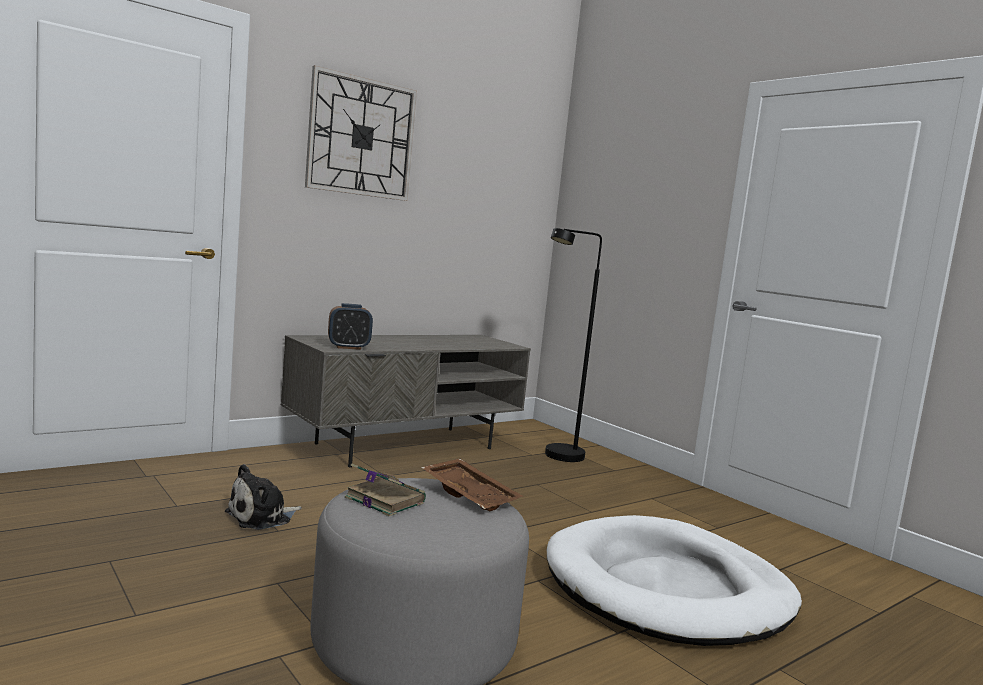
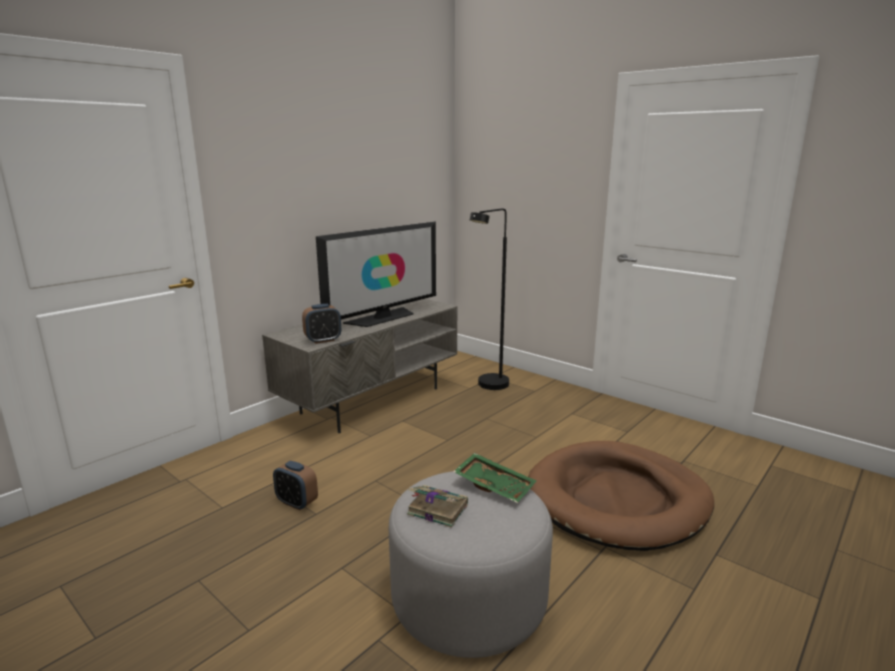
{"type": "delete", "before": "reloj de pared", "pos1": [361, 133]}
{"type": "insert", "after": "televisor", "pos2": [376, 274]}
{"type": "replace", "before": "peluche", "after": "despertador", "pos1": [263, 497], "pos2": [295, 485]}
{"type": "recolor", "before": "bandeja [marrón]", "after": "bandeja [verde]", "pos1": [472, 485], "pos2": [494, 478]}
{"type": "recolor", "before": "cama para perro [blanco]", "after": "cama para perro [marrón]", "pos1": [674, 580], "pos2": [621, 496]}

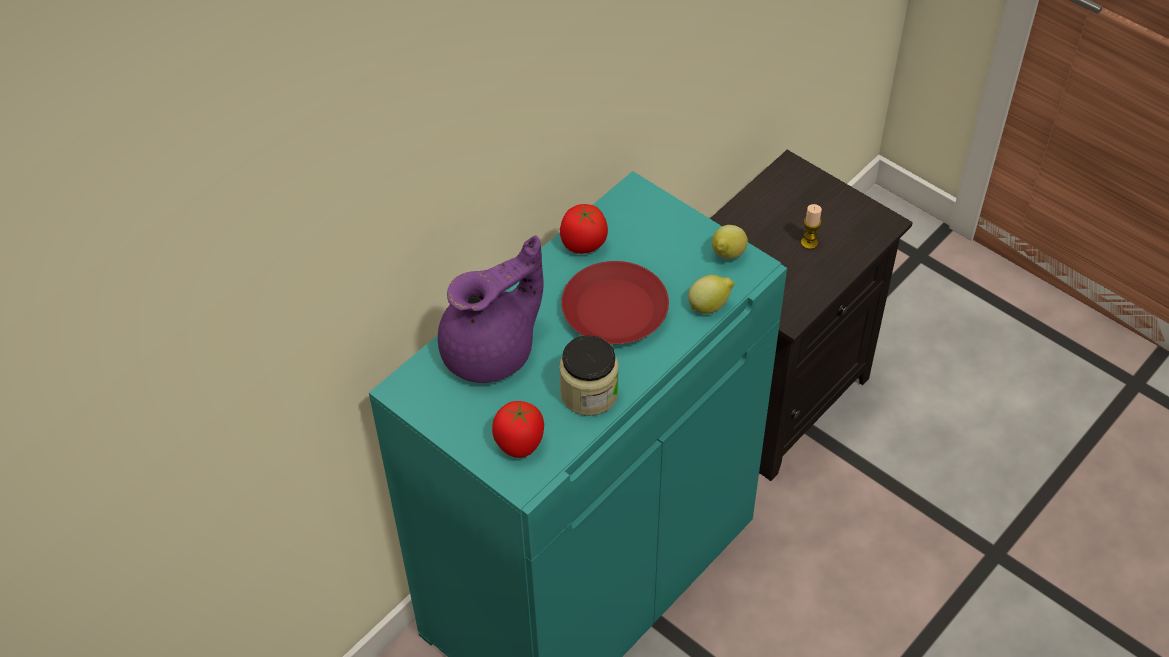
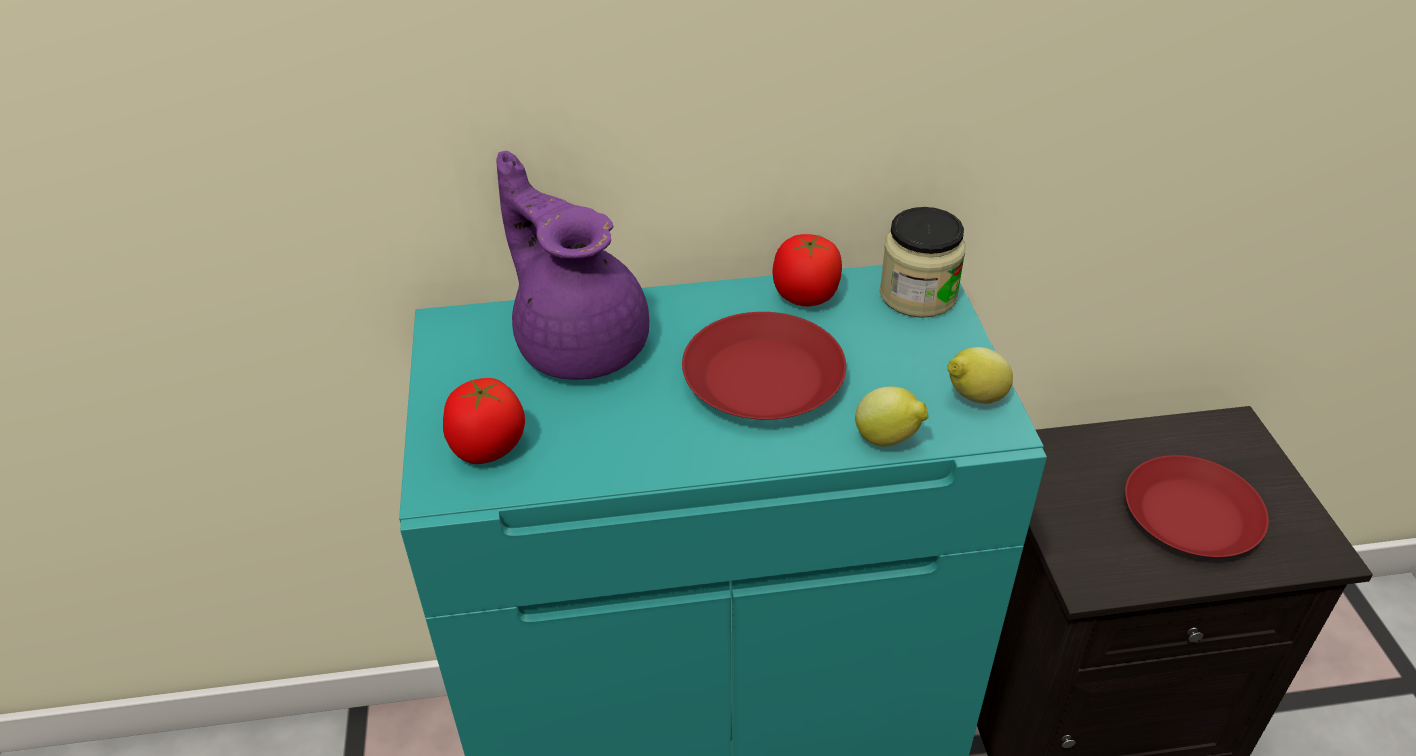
{"type": "move", "before": "tarro", "pos1": [589, 375], "pos2": [922, 262]}
{"type": "replace", "before": "vela", "after": "plato [rojo]", "pos1": [811, 226], "pos2": [1197, 506]}
{"type": "rotate", "before": "tetera [morado]", "pos1": [491, 309], "pos2": [572, 265], "turn": -135}

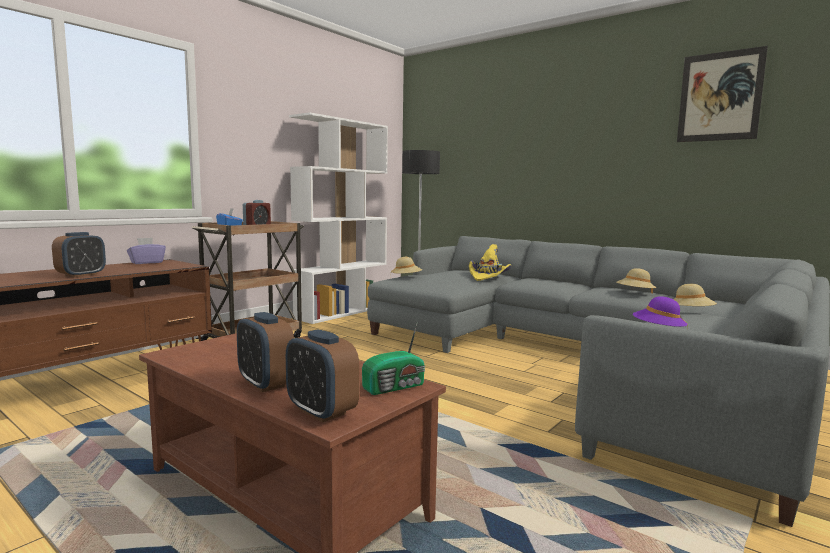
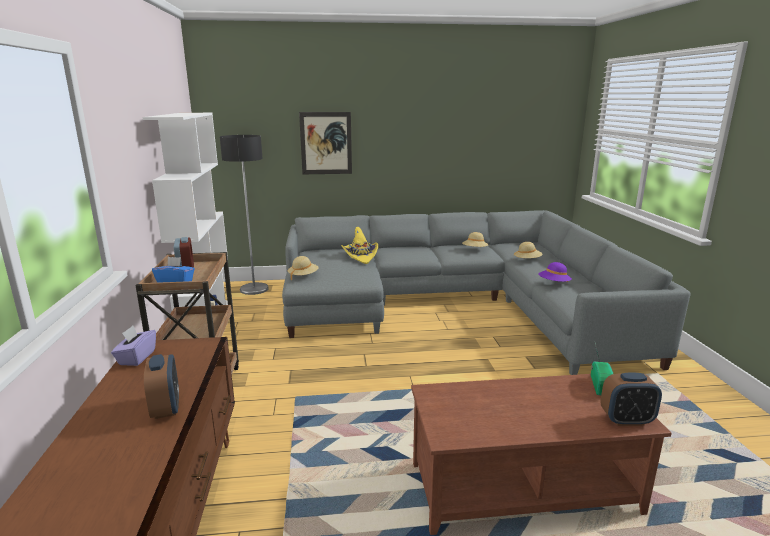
{"type": "delete", "before": "despertador", "pos1": [265, 352]}
{"type": "move", "before": "cuadro", "pos1": [722, 94], "pos2": [325, 143]}

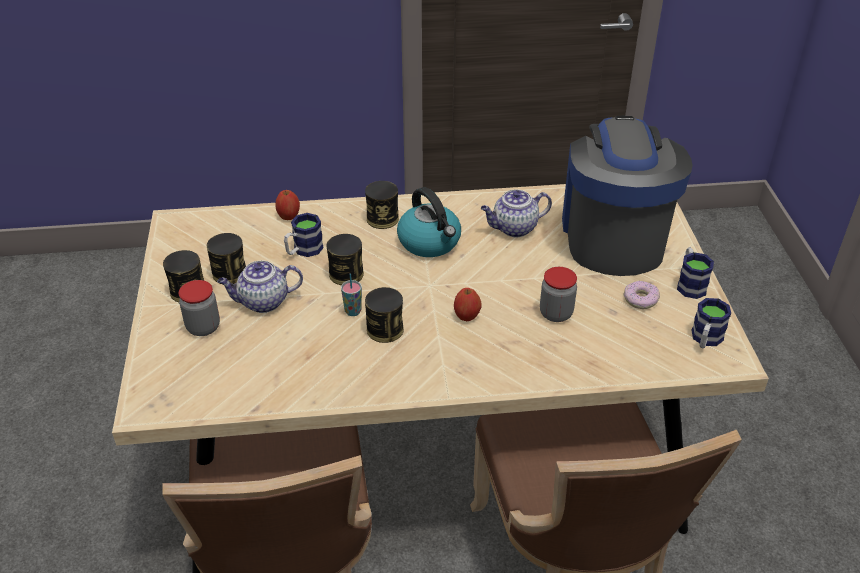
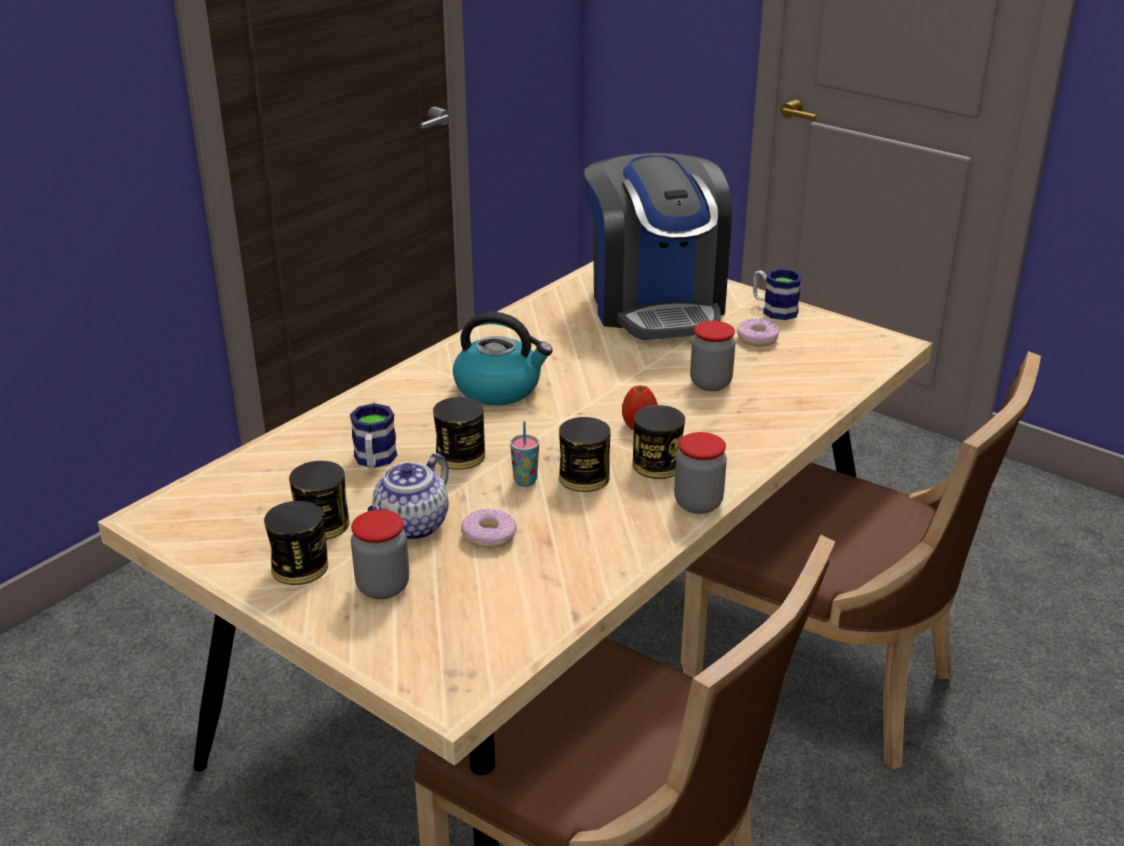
{"type": "delete", "before": "manzana", "pos1": [287, 205]}
{"type": "delete", "before": "tetera", "pos1": [516, 213]}
{"type": "delete", "before": "taza grande", "pos1": [711, 323]}
{"type": "insert", "after": "rosquilla", "pos2": [489, 528]}
{"type": "insert", "after": "tarro", "pos2": [700, 473]}
{"type": "move", "before": "lata", "pos1": [382, 205], "pos2": [659, 442]}
{"type": "rotate", "before": "cafetera", "pos1": [627, 195], "pos2": [658, 246], "turn": -150}

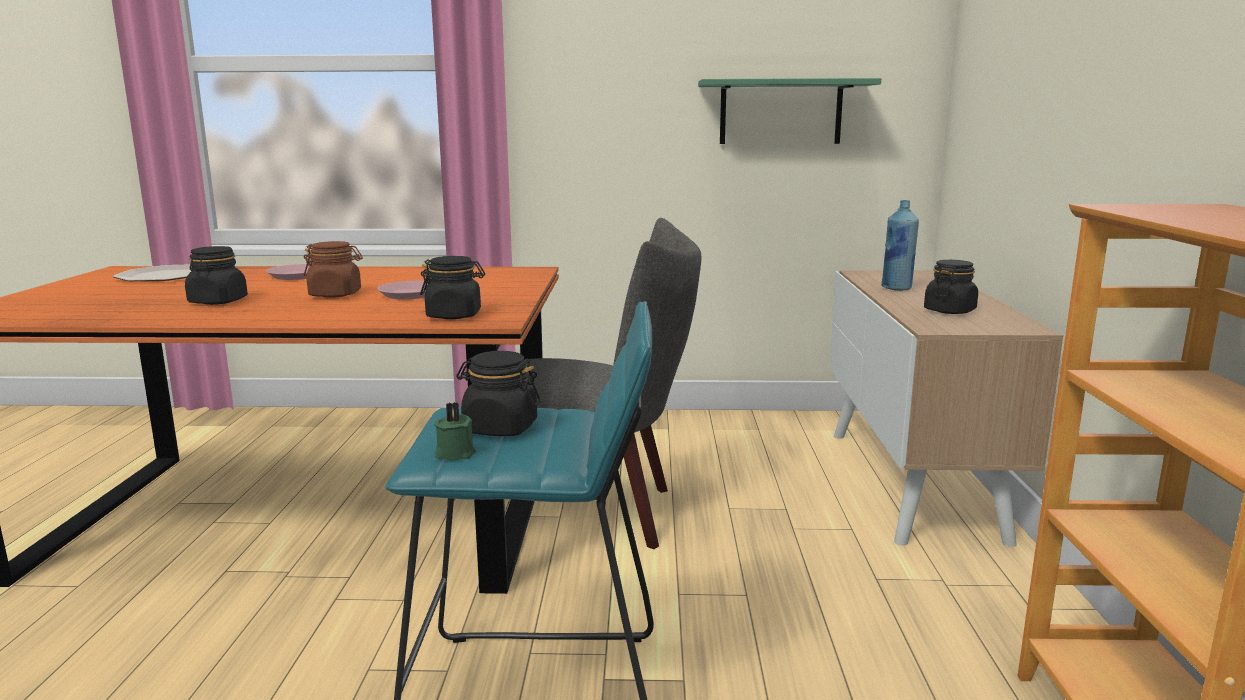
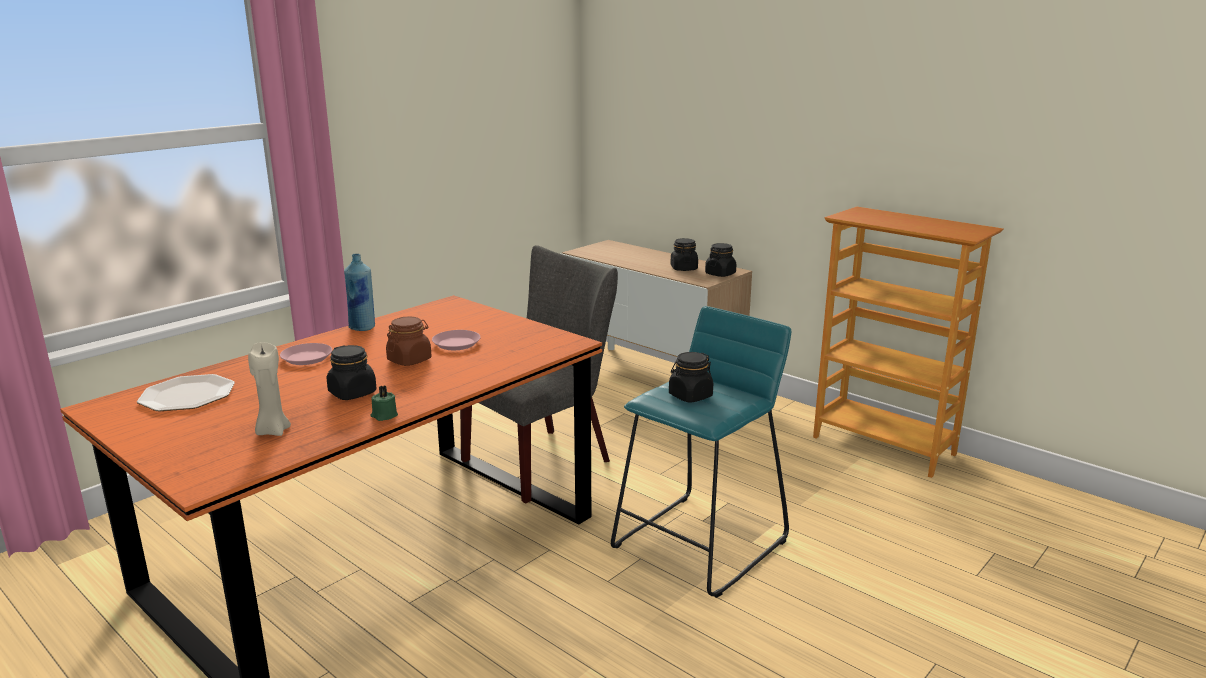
{"type": "delete", "before": "estante [verde]", "pos1": [789, 111]}
{"type": "insert", "after": "vela [beis]", "pos2": [269, 389]}
{"type": "move", "before": "tarro [negro]", "pos1": [452, 287], "pos2": [720, 260]}
{"type": "move", "before": "vela [verde]", "pos1": [455, 431], "pos2": [384, 403]}
{"type": "move", "before": "botella [azul]", "pos1": [900, 245], "pos2": [359, 292]}

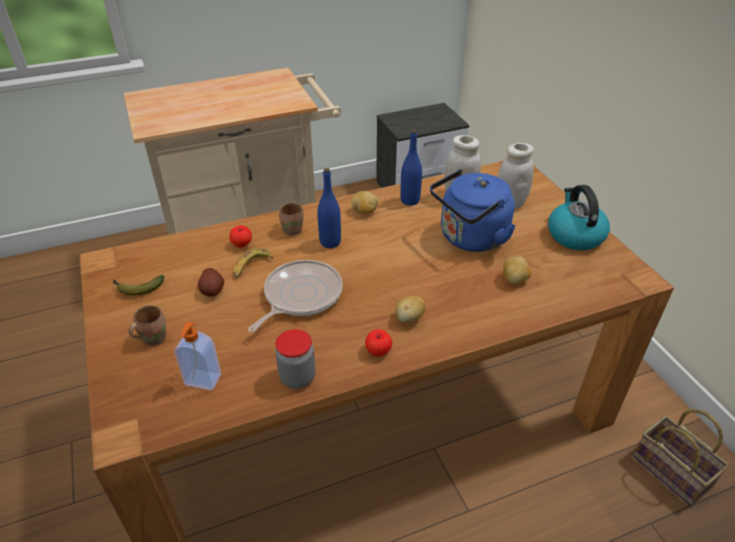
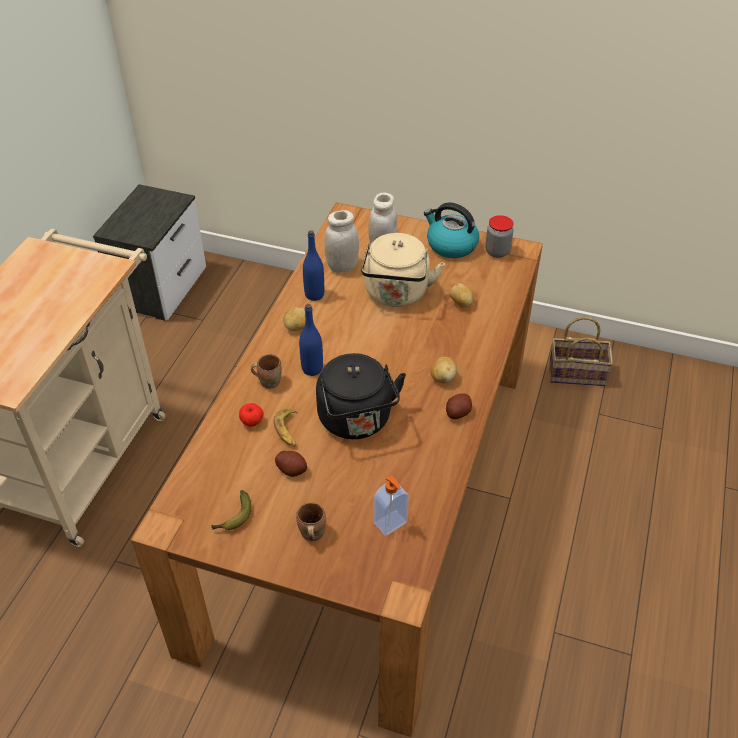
{"type": "move", "before": "tarro", "pos1": [295, 359], "pos2": [499, 236]}
{"type": "replace", "before": "sartén", "after": "hervidor [negro]", "pos1": [295, 296], "pos2": [361, 396]}
{"type": "replace", "before": "manzana", "after": "patata", "pos1": [378, 343], "pos2": [459, 406]}
{"type": "recolor", "before": "hervidor [azul]", "after": "hervidor [beis]", "pos1": [473, 210], "pos2": [403, 270]}

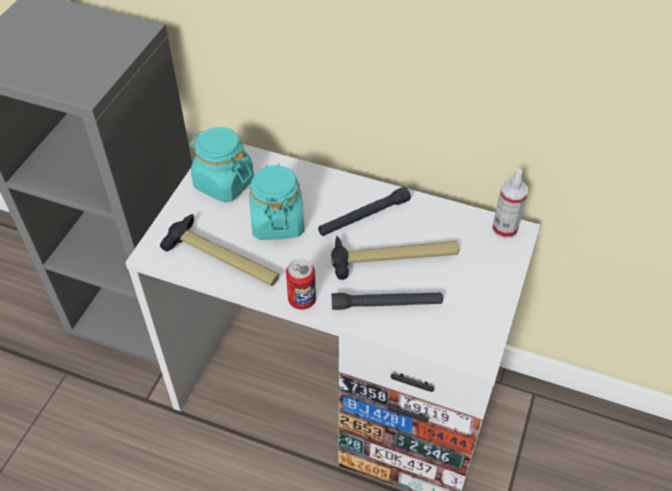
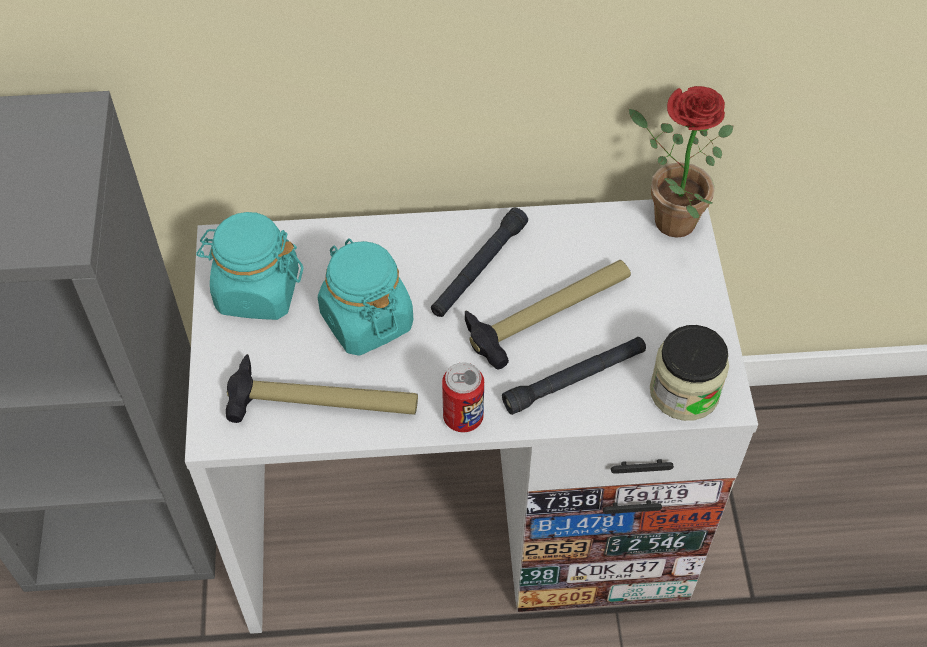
{"type": "insert", "after": "tarro", "pos2": [689, 373]}
{"type": "replace", "before": "pulverizador", "after": "planta en maceta", "pos1": [510, 204], "pos2": [681, 162]}

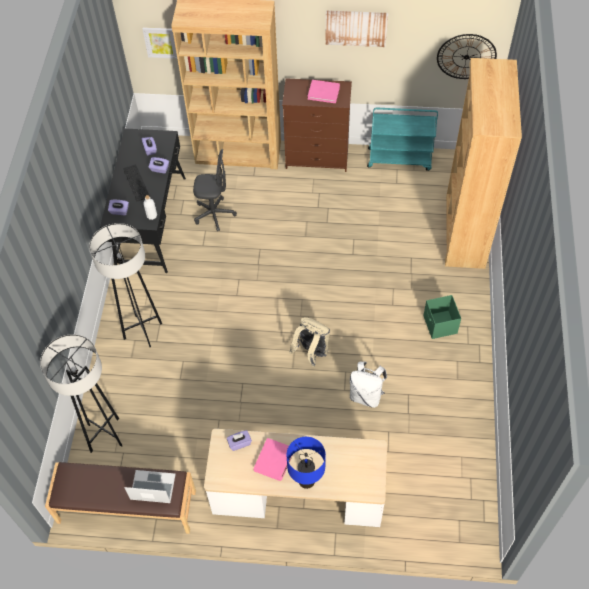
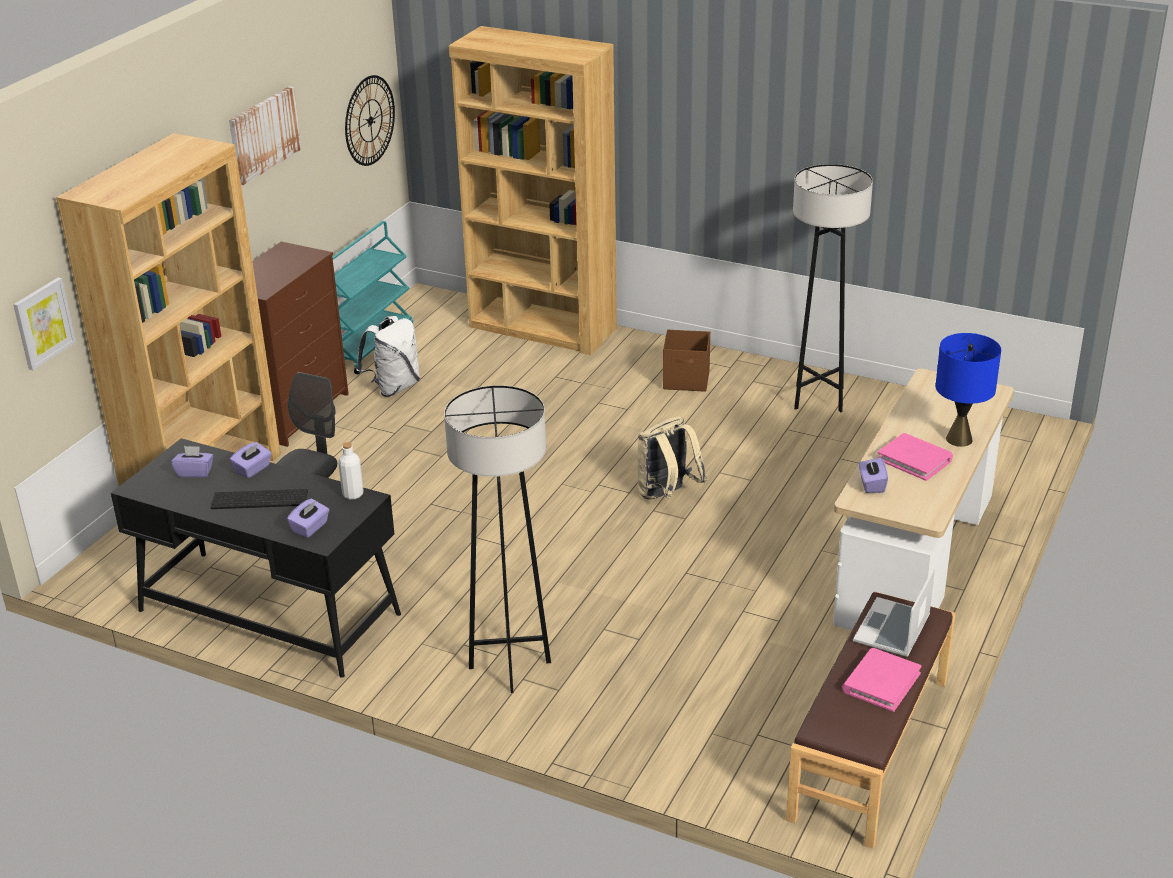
{"type": "move", "before": "lámpara de pie [gris]", "pos1": [81, 393], "pos2": [833, 288]}
{"type": "move", "before": "libro [rosa]", "pos1": [324, 91], "pos2": [882, 680]}
{"type": "move", "before": "mochila [blanco]", "pos1": [368, 384], "pos2": [388, 356]}
{"type": "recolor", "before": "caja de almacenaje [verde]", "after": "caja de almacenaje [marrón]", "pos1": [442, 317], "pos2": [686, 360]}

